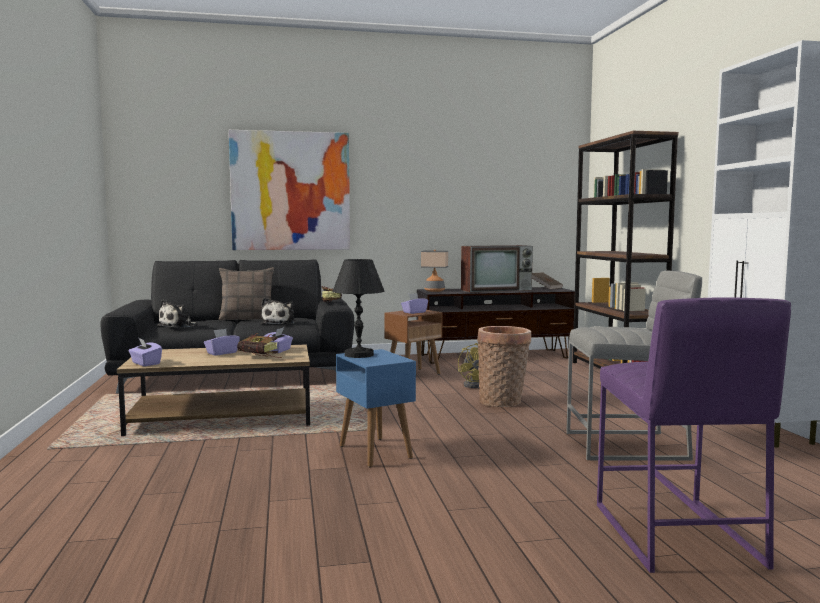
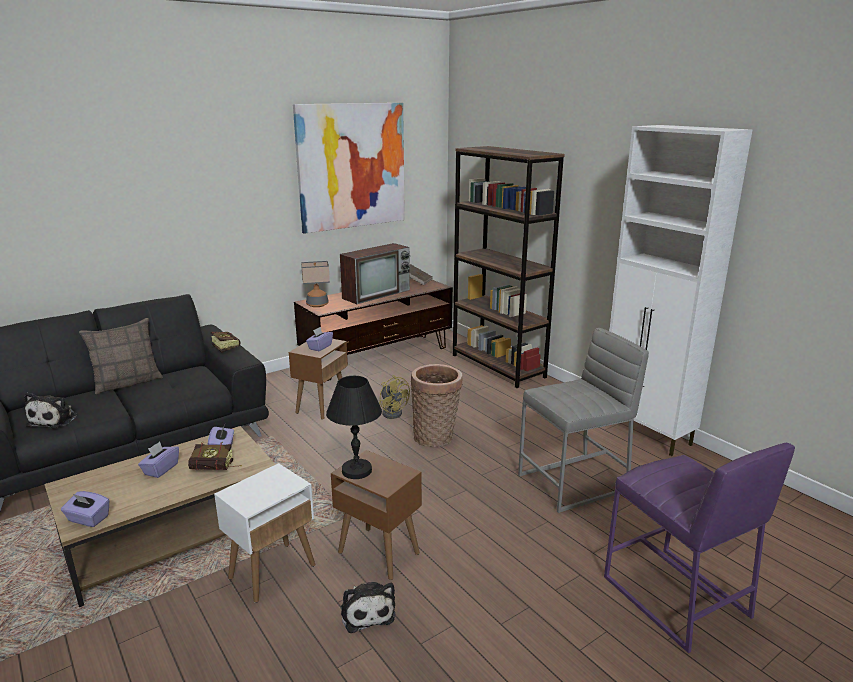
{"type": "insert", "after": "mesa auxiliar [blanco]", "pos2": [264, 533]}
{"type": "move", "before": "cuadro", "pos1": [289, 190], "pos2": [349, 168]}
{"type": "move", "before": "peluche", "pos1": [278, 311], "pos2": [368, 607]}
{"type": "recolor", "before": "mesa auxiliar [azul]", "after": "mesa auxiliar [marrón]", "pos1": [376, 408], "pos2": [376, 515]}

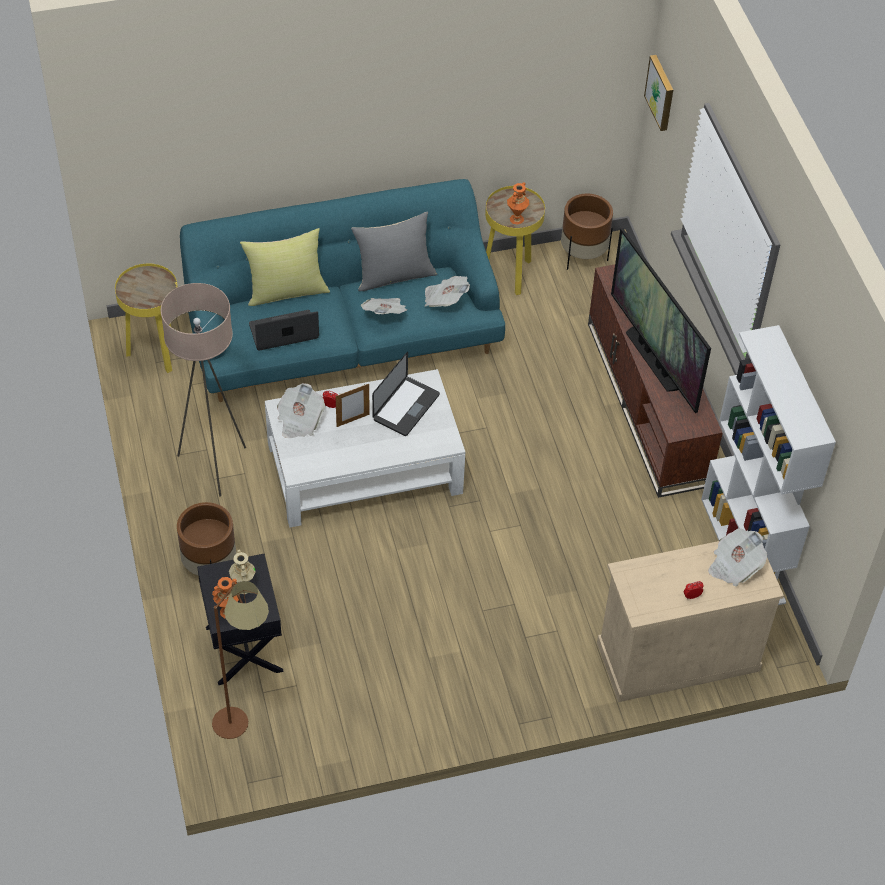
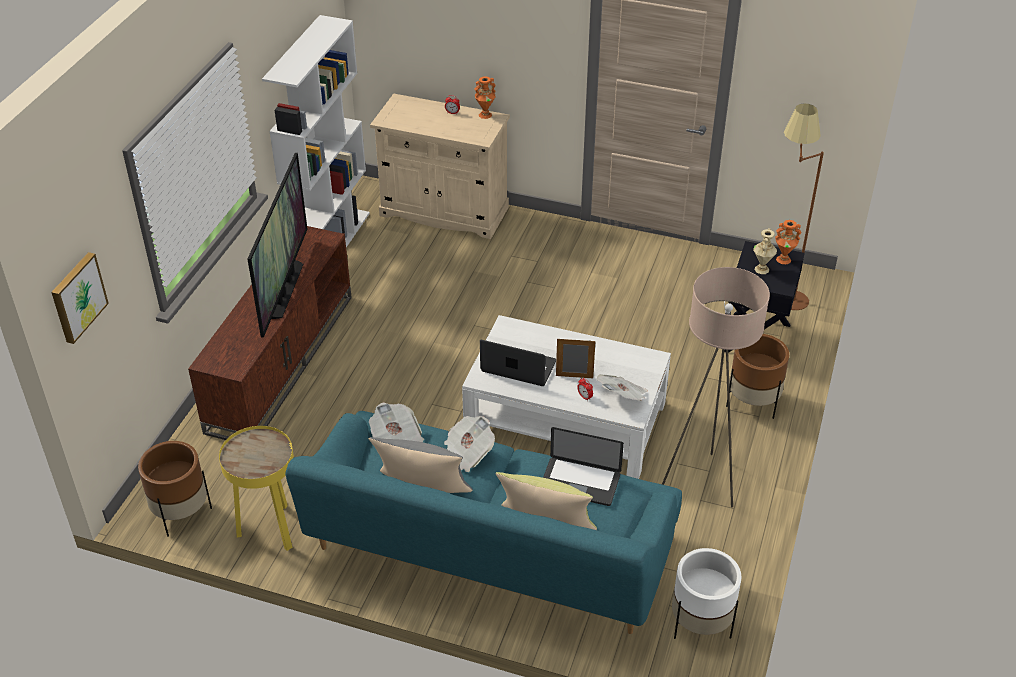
{"type": "delete", "before": "periódico", "pos1": [737, 557]}
{"type": "move", "before": "florero [naranja]", "pos1": [518, 203], "pos2": [485, 97]}
{"type": "replace", "before": "mesa auxiliar [amarillo]", "after": "maceta [blanco]", "pos1": [146, 318], "pos2": [707, 593]}
{"type": "rotate", "before": "portátil", "pos1": [406, 394], "pos2": [518, 363], "turn": 45}

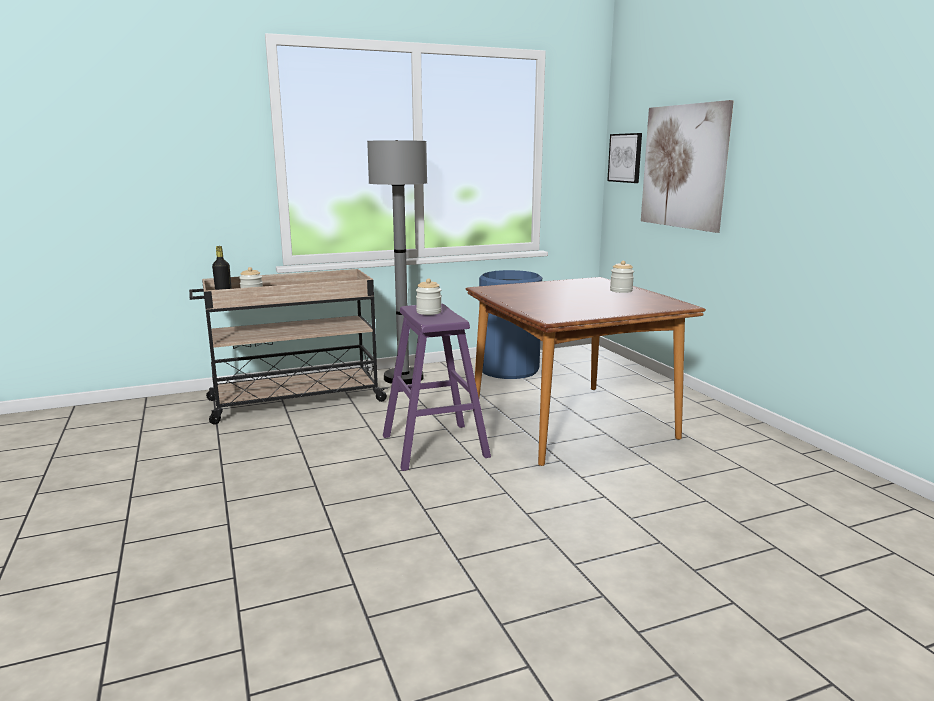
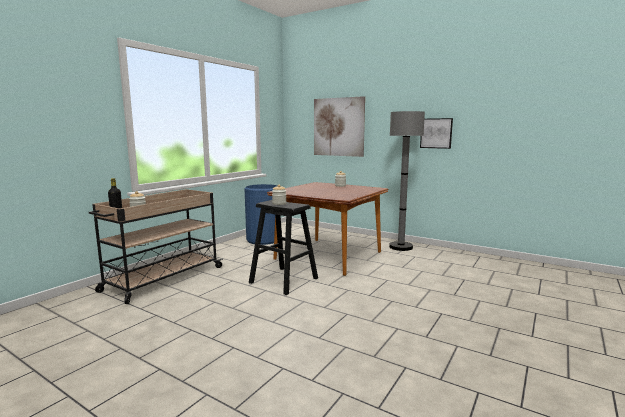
{"type": "move", "before": "lámpara de pie [gris]", "pos1": [397, 262], "pos2": [407, 181]}
{"type": "move", "before": "cuadro", "pos1": [624, 158], "pos2": [436, 133]}
{"type": "recolor", "before": "taburete [morado]", "after": "taburete [negro]", "pos1": [437, 387], "pos2": [283, 247]}

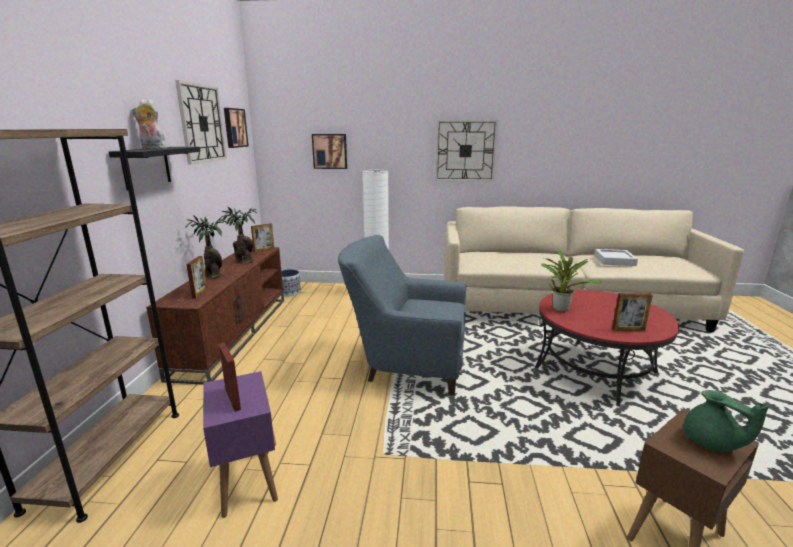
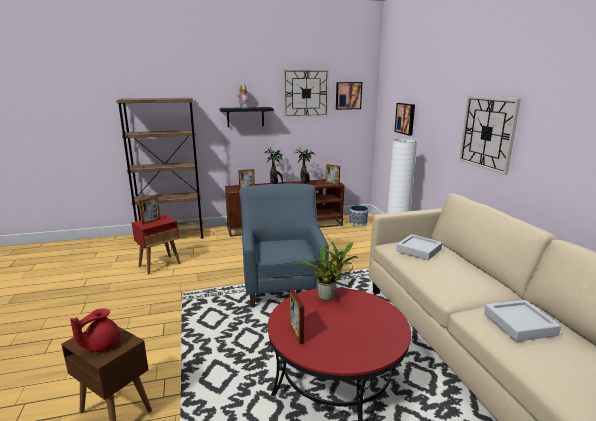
{"type": "insert", "after": "bandeja [gris]", "pos2": [419, 247]}
{"type": "recolor", "before": "mesa auxiliar [morado]", "after": "mesa auxiliar [rojo]", "pos1": [240, 444], "pos2": [156, 245]}
{"type": "recolor", "before": "tetera [verde]", "after": "tetera [rojo]", "pos1": [726, 421], "pos2": [95, 330]}

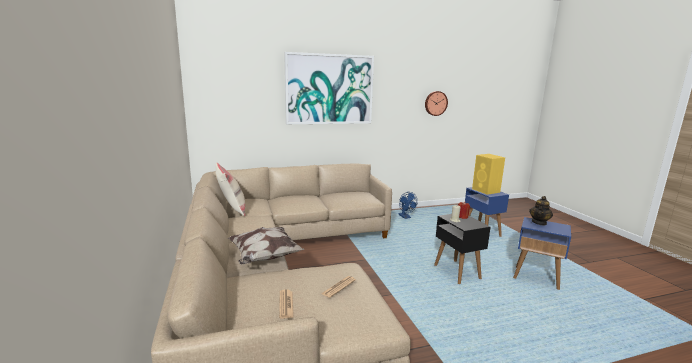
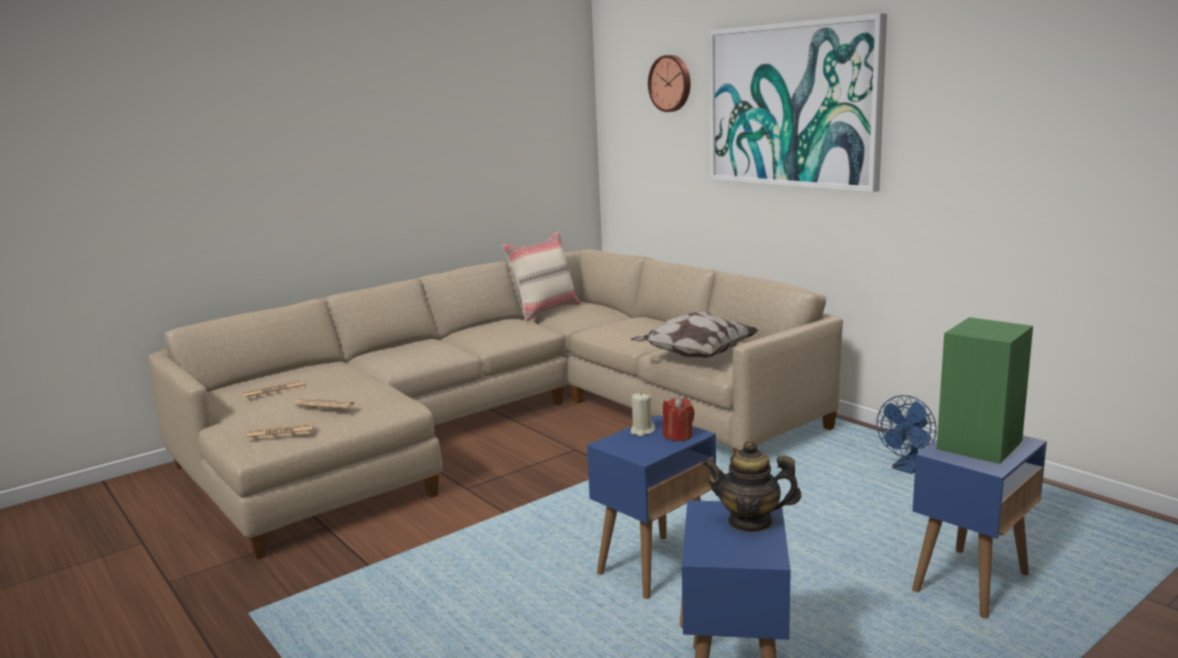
{"type": "insert", "after": "periódico", "pos2": [280, 431]}
{"type": "move", "before": "cojín", "pos1": [266, 245], "pos2": [694, 334]}
{"type": "move", "before": "reloj de pared", "pos1": [436, 103], "pos2": [669, 83]}
{"type": "recolor", "before": "mesa auxiliar [negro]", "after": "mesa auxiliar [azul]", "pos1": [462, 249], "pos2": [651, 507]}
{"type": "recolor", "before": "altavoz [amarillo]", "after": "altavoz [verde]", "pos1": [488, 174], "pos2": [985, 390]}

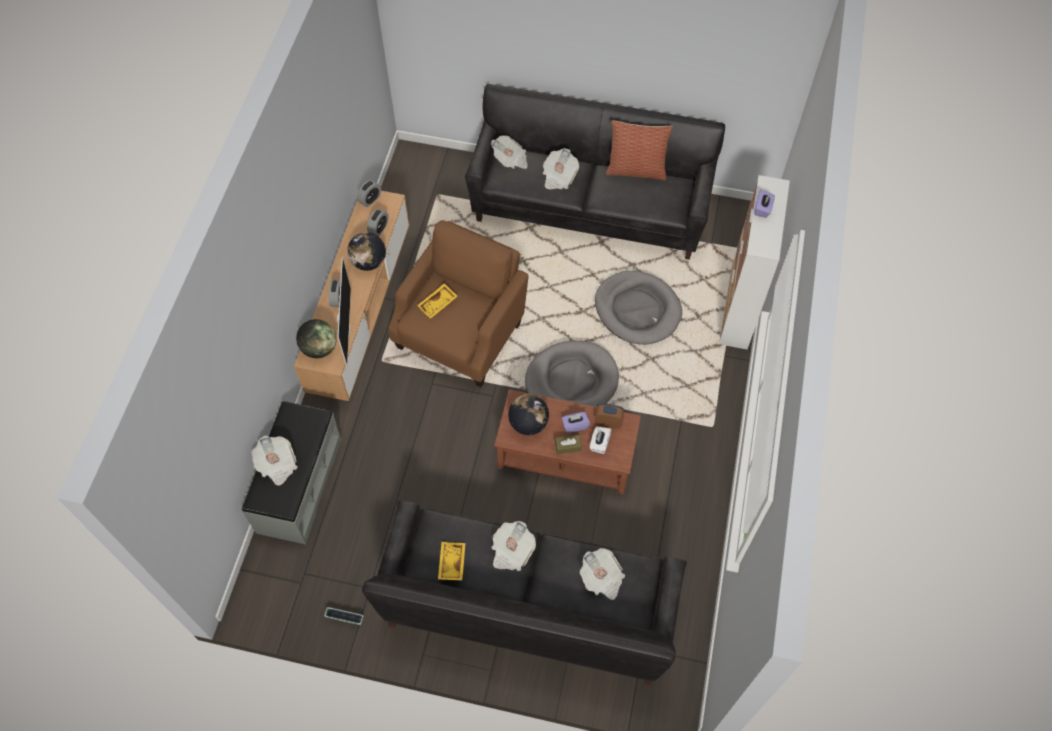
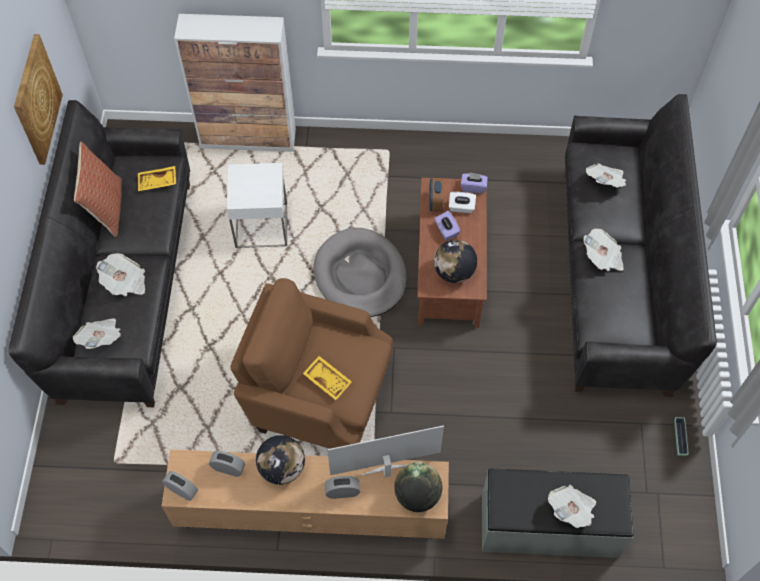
{"type": "delete", "before": "caja de pañuelos [marrón]", "pos1": [568, 444]}
{"type": "insert", "after": "cuadro", "pos2": [38, 99]}
{"type": "move", "before": "bandeja [amarillo]", "pos1": [452, 561], "pos2": [157, 178]}
{"type": "move", "before": "caja de pañuelos [morado]", "pos1": [764, 203], "pos2": [474, 183]}
{"type": "replace", "before": "cama para perro [gris]", "after": "mesa auxiliar [blanco]", "pos1": [638, 307], "pos2": [257, 205]}

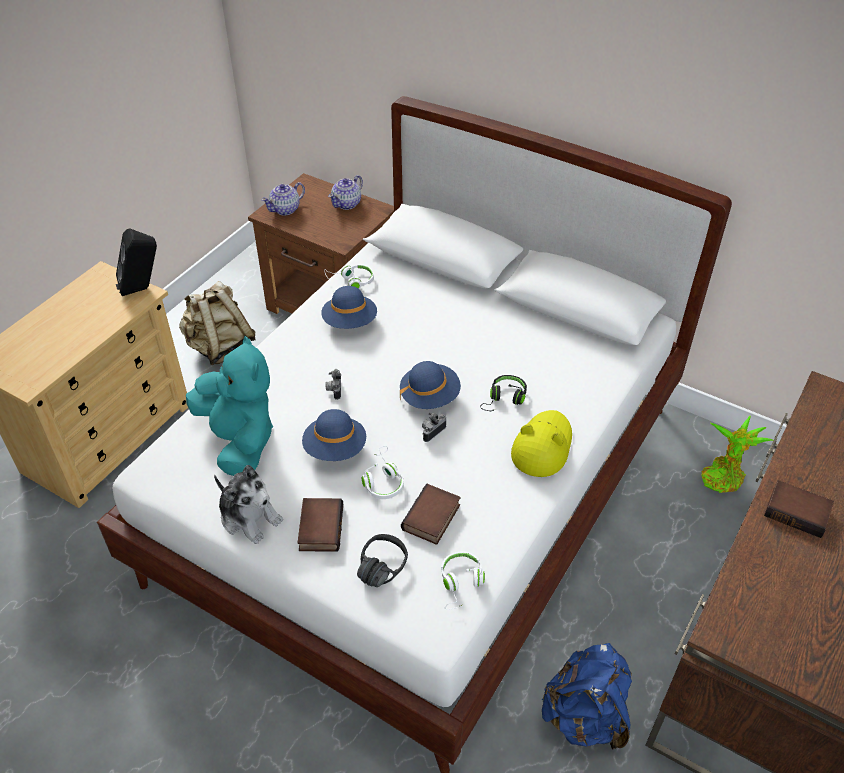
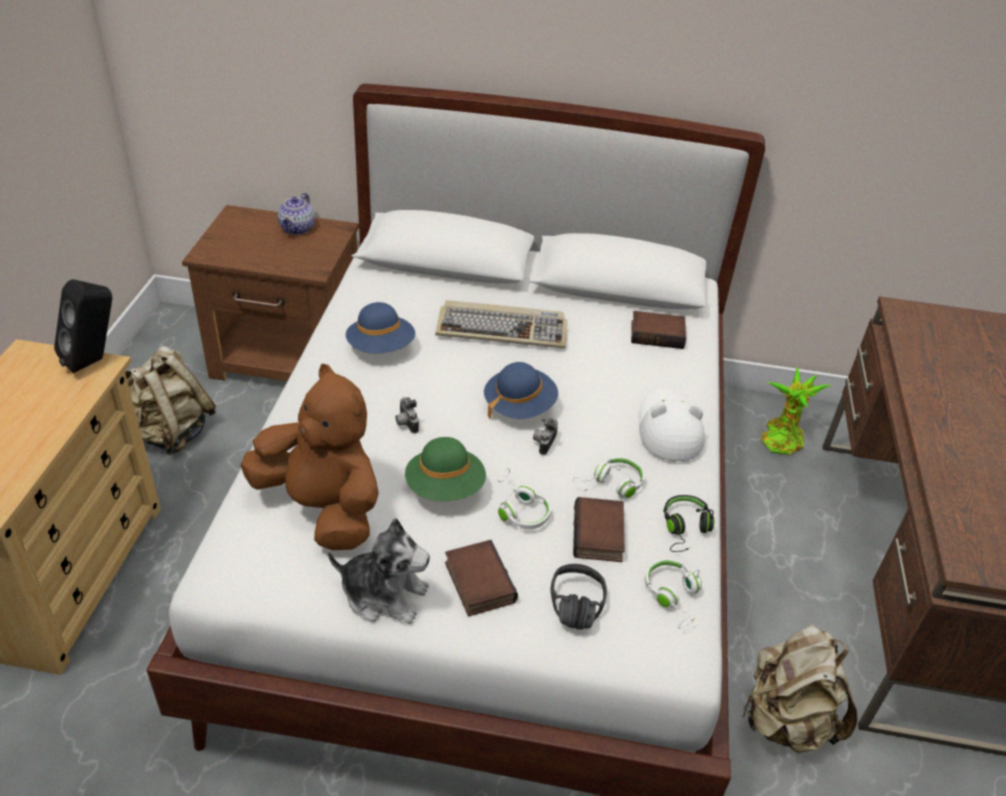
{"type": "delete", "before": "tetera", "pos1": [283, 199]}
{"type": "insert", "after": "teclado", "pos2": [501, 324]}
{"type": "move", "before": "auriculares [blanco]", "pos1": [349, 276], "pos2": [609, 478]}
{"type": "move", "before": "auriculares [negro]", "pos1": [503, 393], "pos2": [688, 523]}
{"type": "move", "before": "libro", "pos1": [799, 509], "pos2": [658, 330]}
{"type": "recolor", "before": "peluche [turquesa]", "after": "peluche [marrón]", "pos1": [229, 406], "pos2": [309, 457]}
{"type": "recolor", "before": "sombrero [azul]", "after": "sombrero [verde]", "pos1": [334, 435], "pos2": [445, 469]}
{"type": "recolor", "before": "sombrero [amarillo]", "after": "sombrero [blanco]", "pos1": [541, 443], "pos2": [672, 425]}
{"type": "recolor", "before": "mochila [azul]", "after": "mochila [beis]", "pos1": [586, 696], "pos2": [800, 688]}

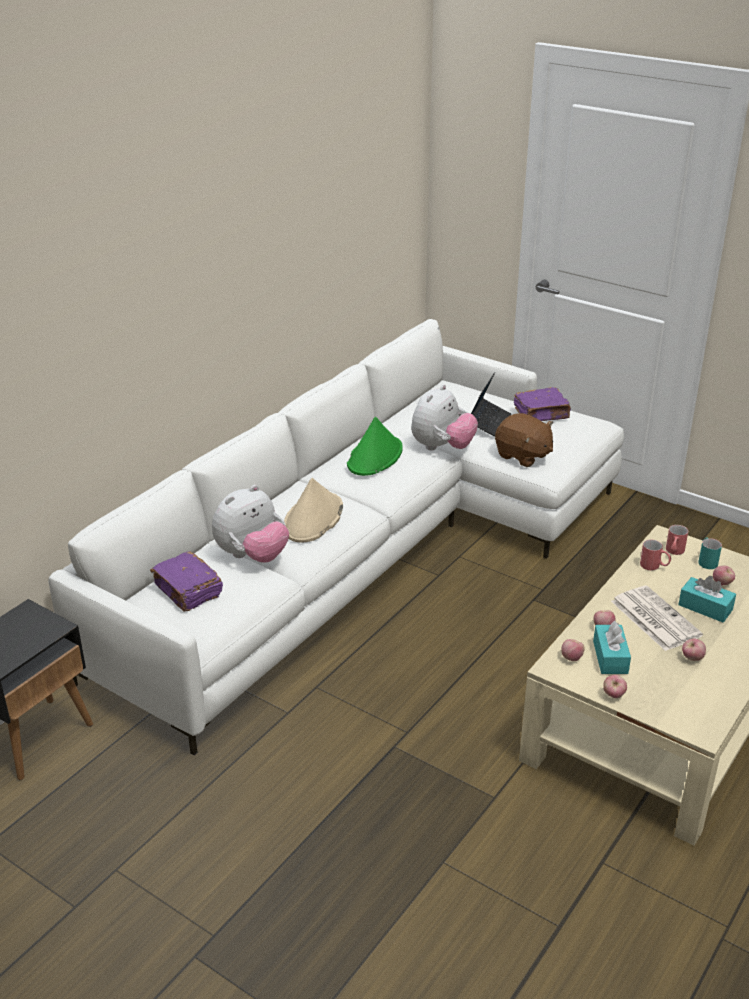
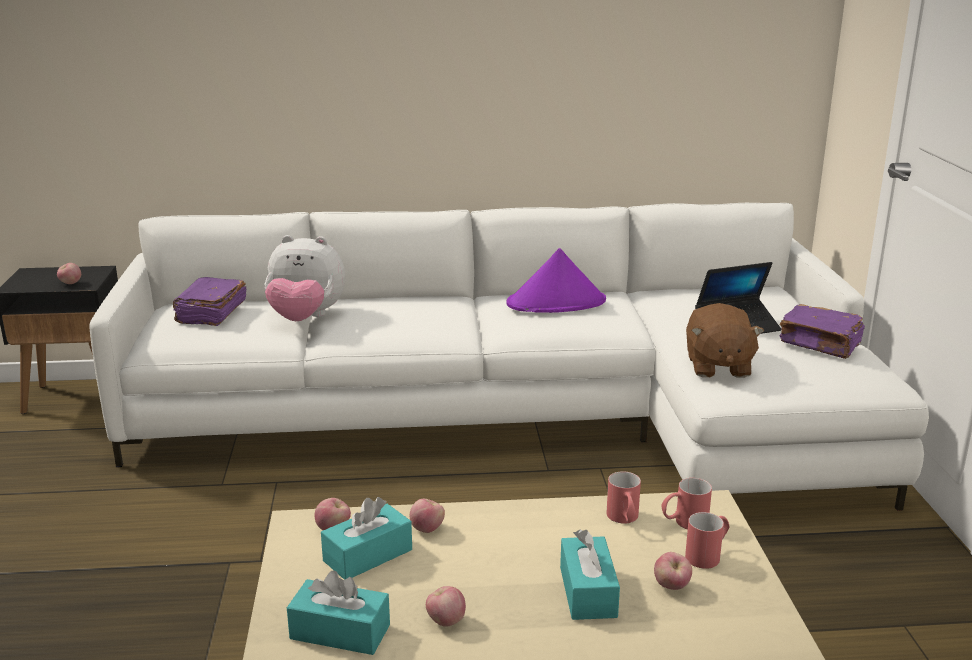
{"type": "delete", "before": "sombrero [beis]", "pos1": [313, 510]}
{"type": "delete", "before": "peluche", "pos1": [444, 417]}
{"type": "delete", "before": "periódico", "pos1": [657, 618]}
{"type": "insert", "after": "caja de pañuelos [turquesa]", "pos2": [338, 612]}
{"type": "move", "before": "manzana", "pos1": [615, 686], "pos2": [69, 273]}
{"type": "recolor", "before": "sombrero [verde]", "after": "sombrero [morado]", "pos1": [375, 446], "pos2": [556, 280]}
{"type": "recolor", "before": "taza grande [turquesa]", "after": "taza grande [rojo]", "pos1": [710, 553], "pos2": [707, 540]}

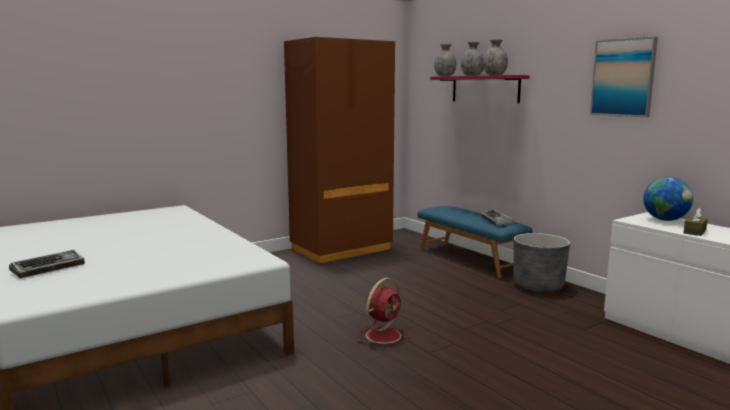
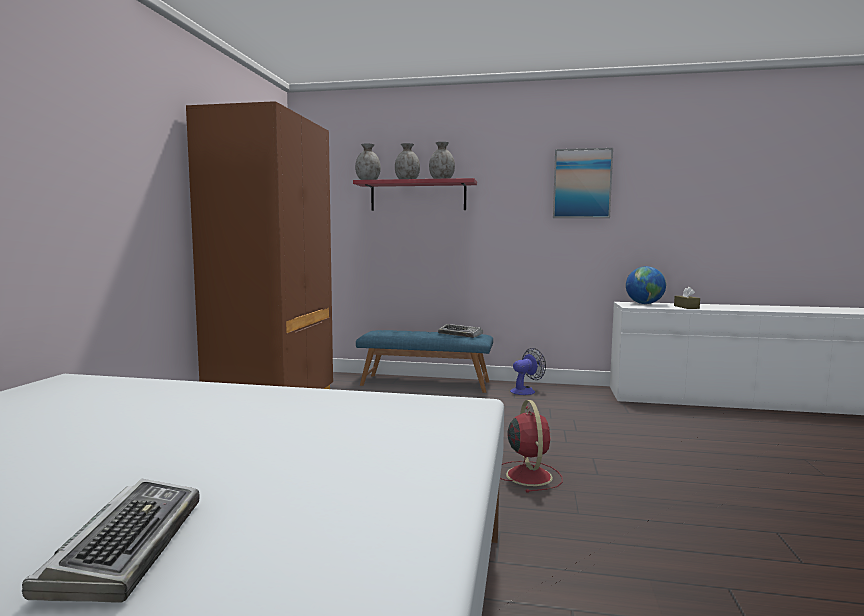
{"type": "replace", "before": "maceta [gris]", "after": "ventilador", "pos1": [541, 263], "pos2": [528, 371]}

